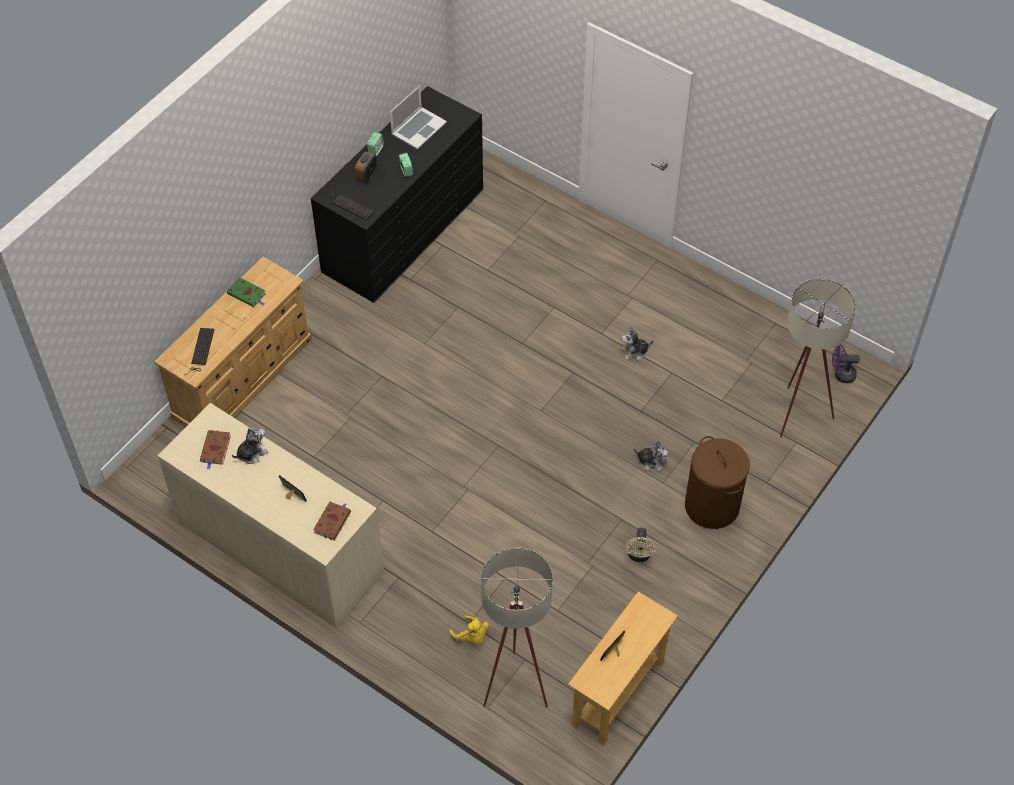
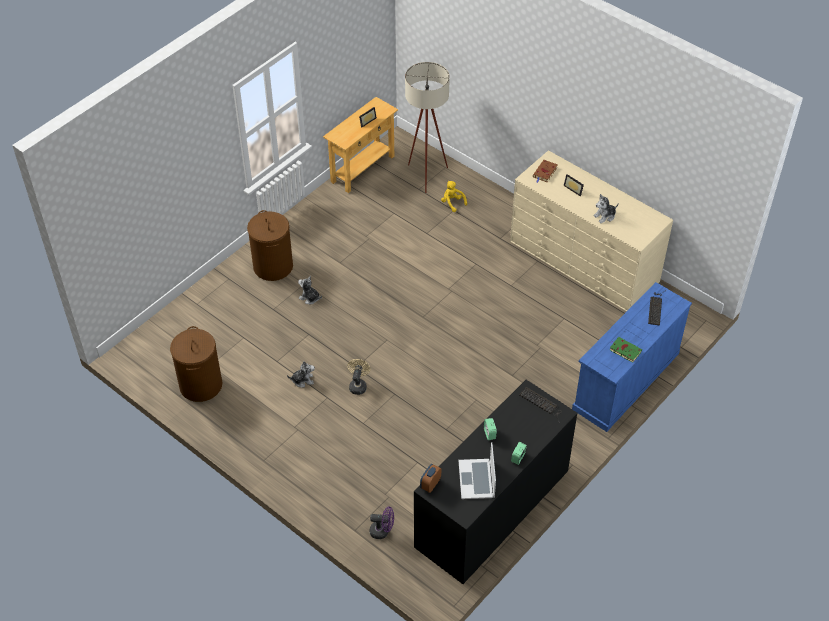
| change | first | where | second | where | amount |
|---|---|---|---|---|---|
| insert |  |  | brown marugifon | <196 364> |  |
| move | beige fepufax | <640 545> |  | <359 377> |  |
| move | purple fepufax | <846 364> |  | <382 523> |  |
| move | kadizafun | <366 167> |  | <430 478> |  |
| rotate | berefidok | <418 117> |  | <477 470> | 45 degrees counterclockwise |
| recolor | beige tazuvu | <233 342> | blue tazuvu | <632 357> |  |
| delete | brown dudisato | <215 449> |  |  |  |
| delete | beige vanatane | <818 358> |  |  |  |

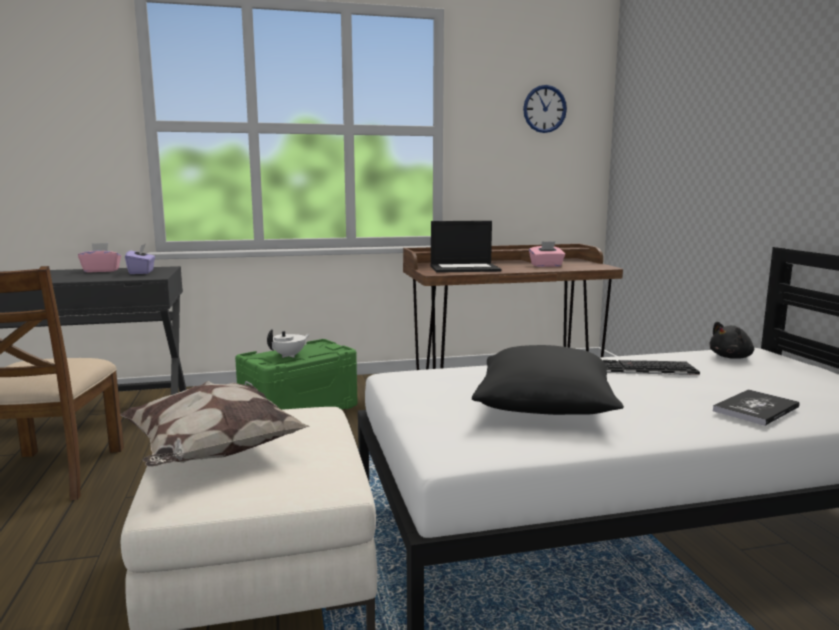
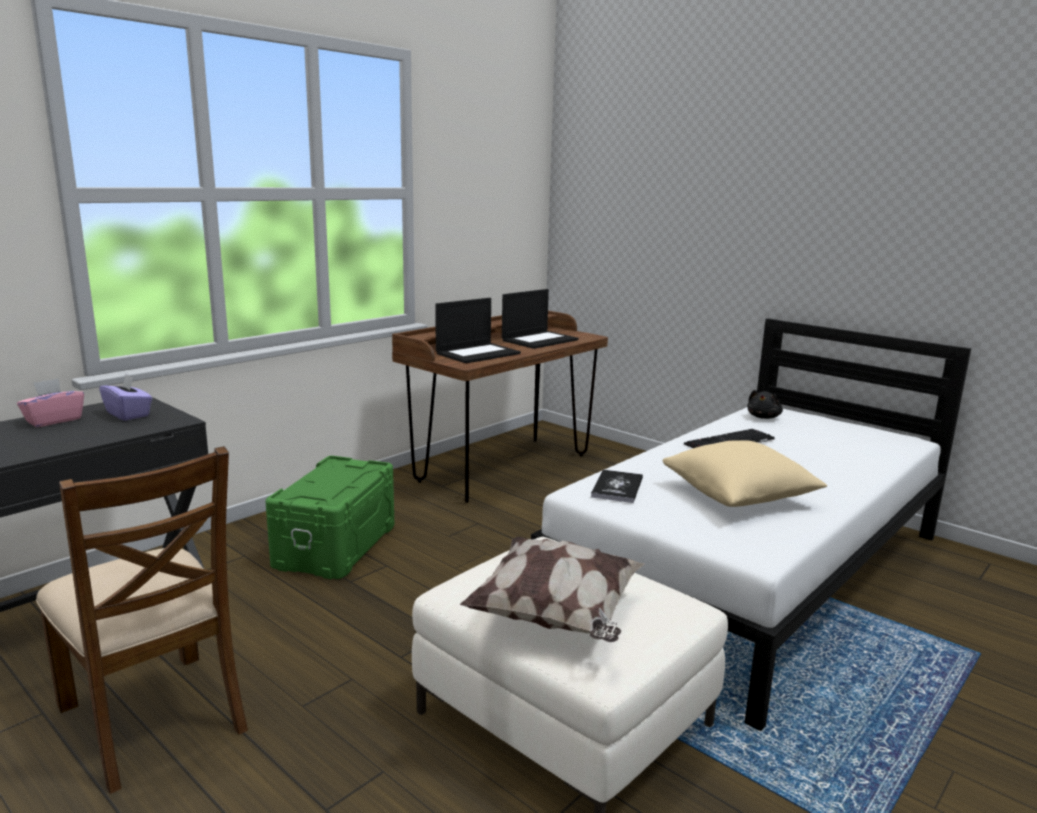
| change | first | where | second | where | amount |
|---|---|---|---|---|---|
| replace | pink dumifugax | <547 254> | berefidok | <540 319> |  |
| move | dudisato | <756 407> |  | <617 486> |  |
| recolor | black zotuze | <548 380> | beige zotuze | <745 473> |  |
| delete | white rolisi | <288 343> |  |  |  |
| delete | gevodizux | <545 109> |  |  |  |

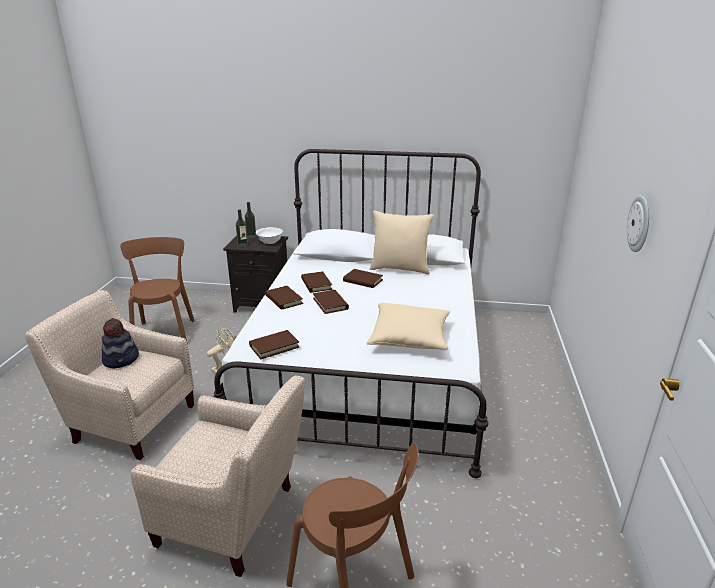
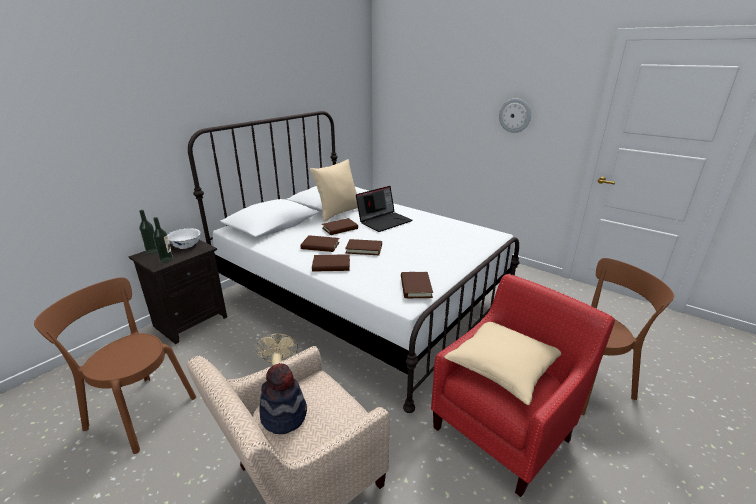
| change | first | where | second | where | amount |
|---|---|---|---|---|---|
| insert |  |  | berefidok | <384 209> |  |
| recolor | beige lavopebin | <218 476> | red lavopebin | <523 385> |  |
| move | beige zotuze | <408 326> |  | <502 363> |  |

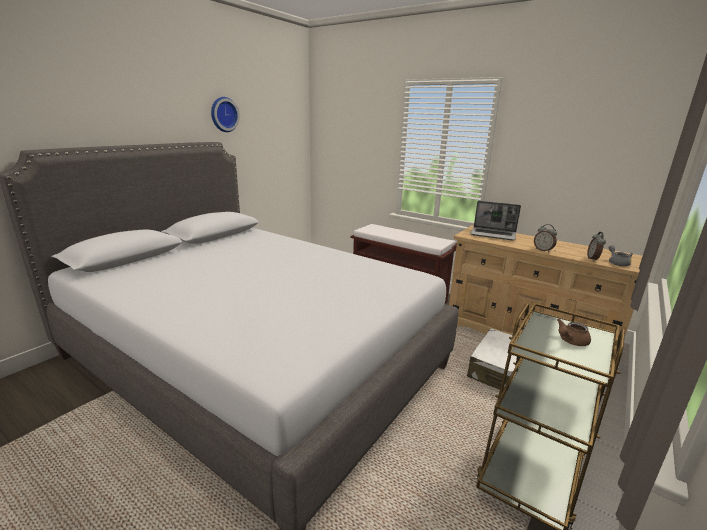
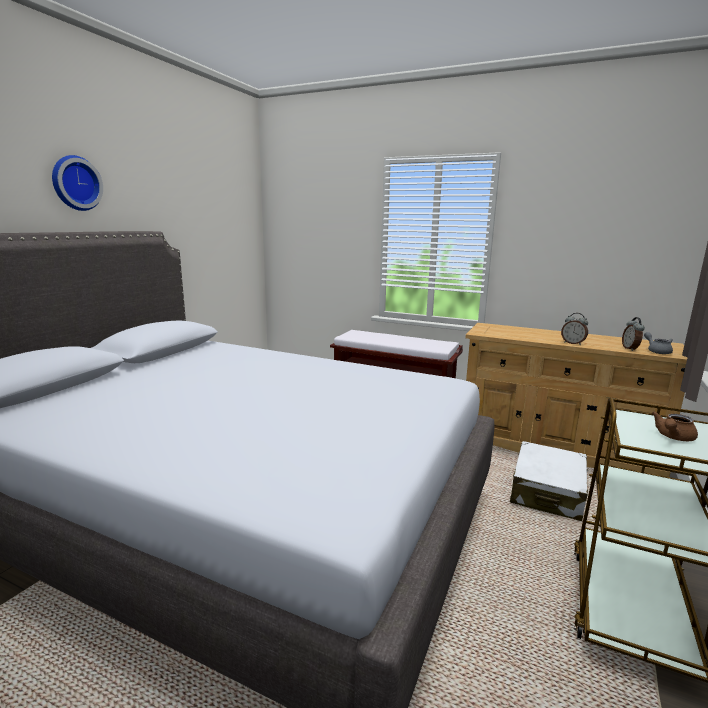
| change | first | where | second | where | amount |
|---|---|---|---|---|---|
| move | gevodizux | <225 114> |  | <77 183> |  |
| delete | berefidok | <495 220> |  |  |  |

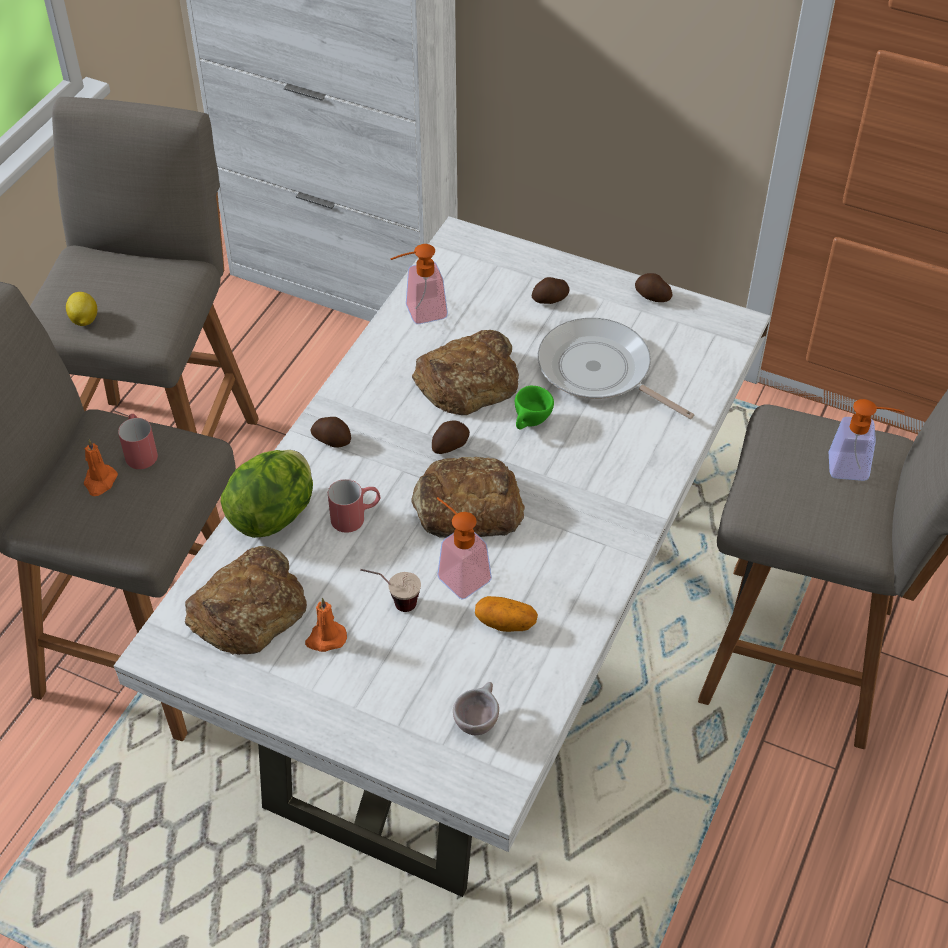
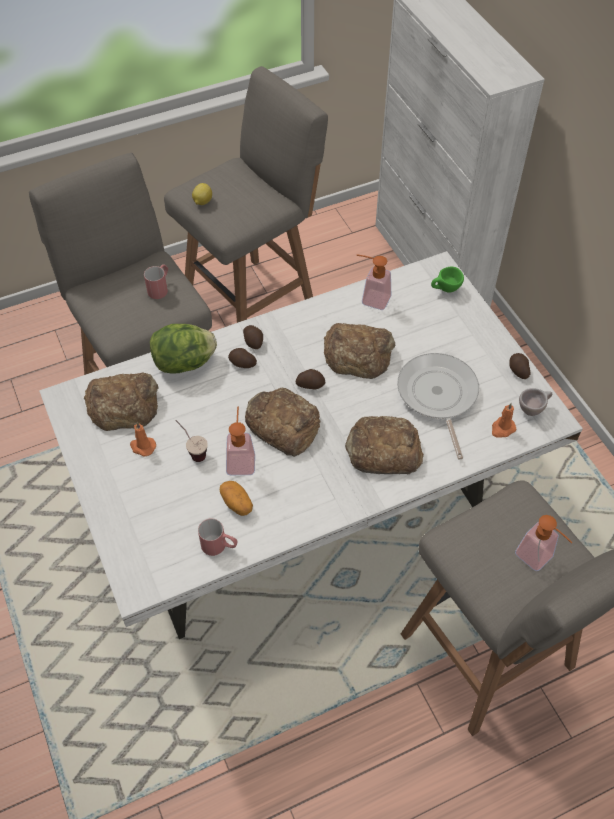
| change | first | where | second | where | amount |
|---|---|---|---|---|---|
| move | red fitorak | <354 506> |  | <218 537> |  |
| move | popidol | <550 290> |  | <242 358> |  |
| insert |  |  | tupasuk | <384 445> |  |
| move | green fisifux | <534 407> |  | <447 279> |  |
| move | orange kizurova | <101 467> |  | <504 420> |  |
| move | beige fisifux | <476 708> |  | <535 402> |  |

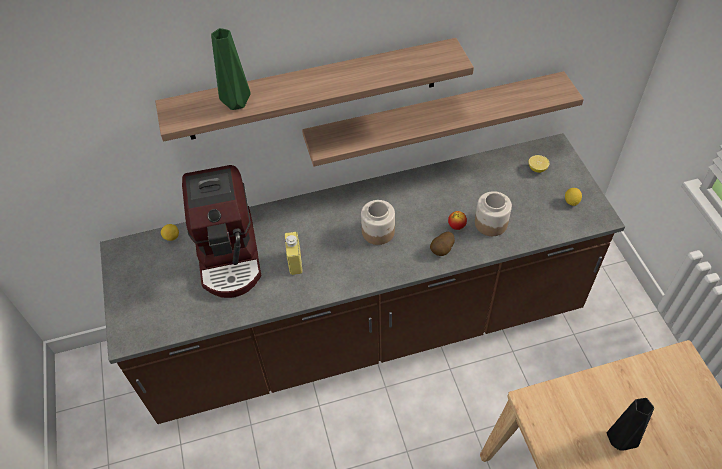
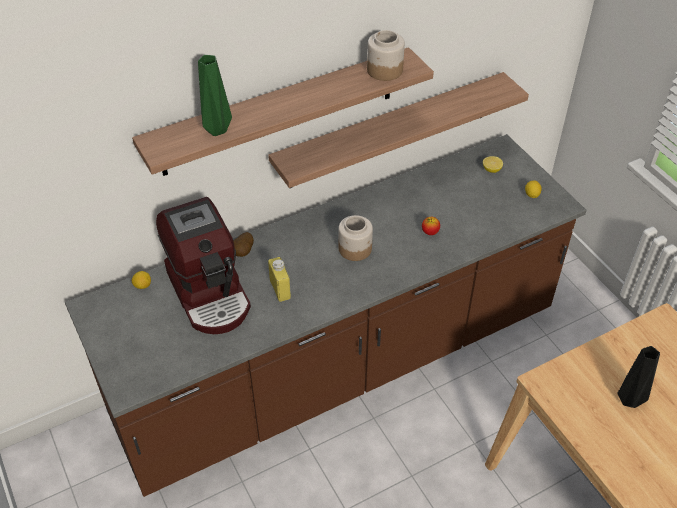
| change | first | where | second | where | amount |
|---|---|---|---|---|---|
| move | popidol | <442 244> |  | <243 244> |  |
| move | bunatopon | <493 213> |  | <386 55> |  |

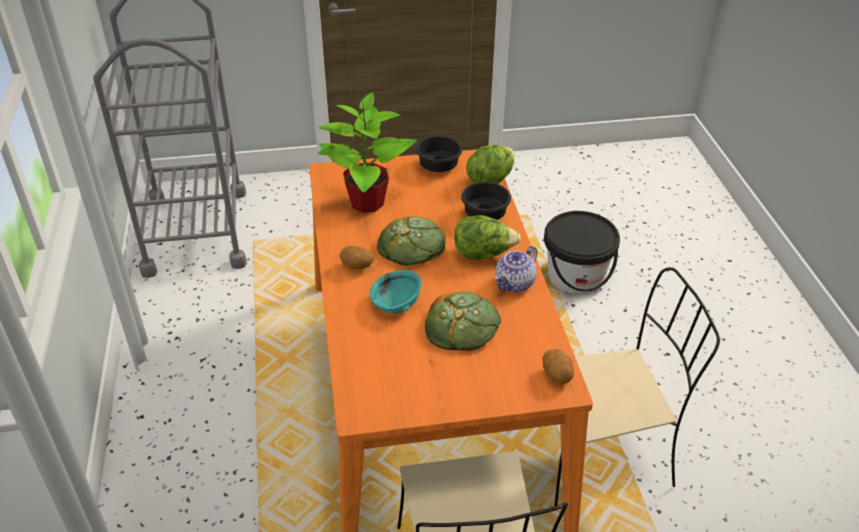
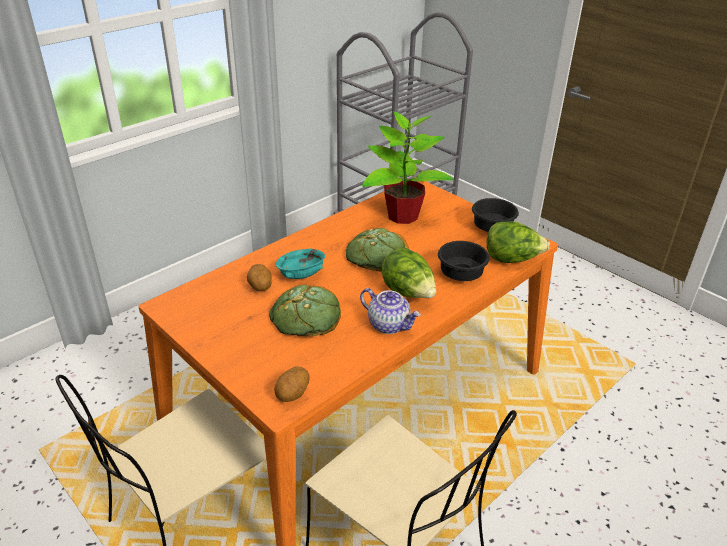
| change | first | where | second | where | amount |
|---|---|---|---|---|---|
| move | popidol | <357 257> |  | <259 277> |  |
| rotate | rolisi | <516 269> |  | <390 311> | 150 degrees counterclockwise |
| delete | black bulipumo | <582 253> |  |  |  |

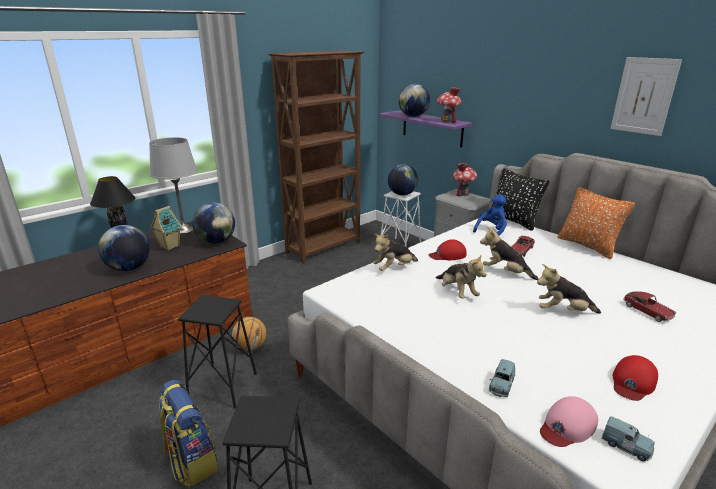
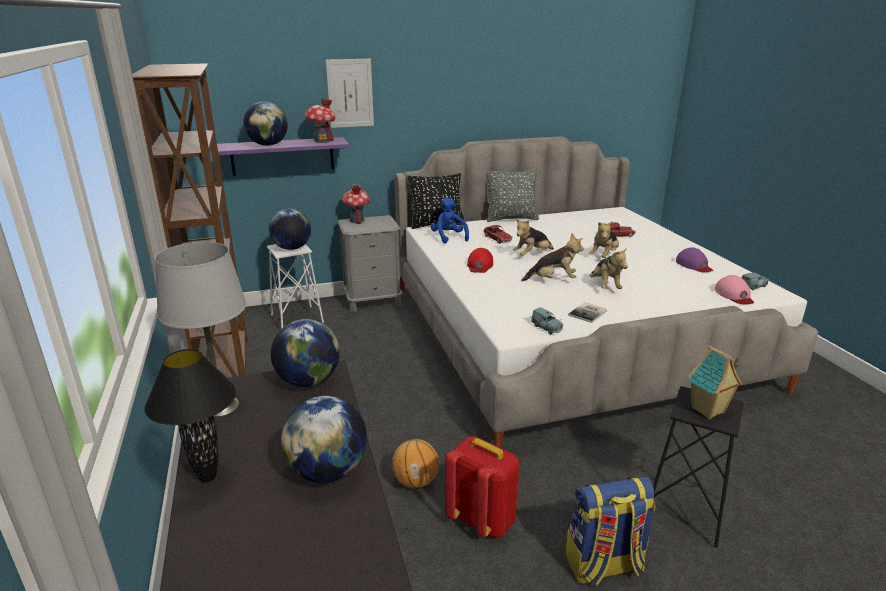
| change | first | where | second | where | amount |
|---|---|---|---|---|---|
| move | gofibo | <646 96> |  | <350 93> |  |
| replace | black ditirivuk | <217 352> | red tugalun | <482 487> |  |
| recolor | orange zotuze | <596 223> | grey zotuze | <512 195> |  |
| move | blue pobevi | <502 378> |  | <547 320> |  |
| insert |  |  | dudisato | <587 312> |  |
| move | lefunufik | <395 252> |  | <609 268> |  |
| recolor | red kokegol | <635 378> | purple kokegol | <694 259> |  |
| move | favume | <166 228> |  | <715 382> |  |

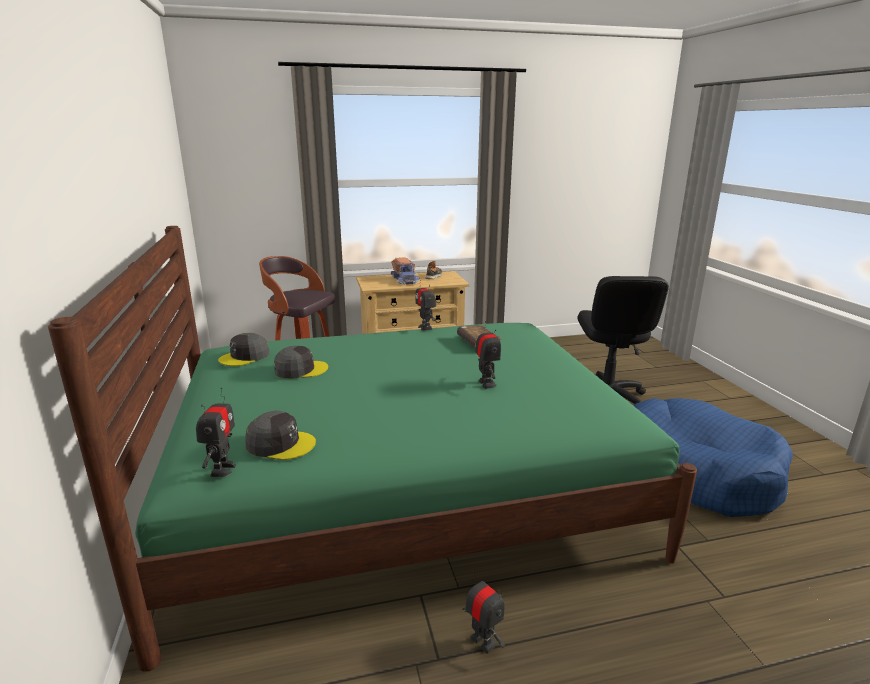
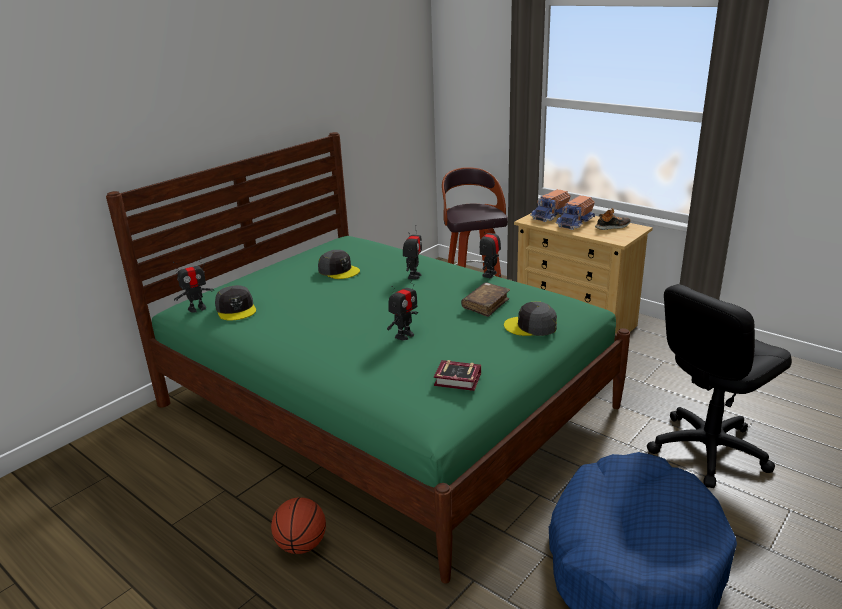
| change | first | where | second | where | amount |
|---|---|---|---|---|---|
| insert |  |  | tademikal | <298 525> |  |
| move | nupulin | <484 612> |  | <412 252> |  |
| insert |  |  | dudisato | <457 375> |  |
| move | grey kokegol | <244 349> |  | <530 318> |  |
| insert |  |  | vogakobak | <550 205> |  |

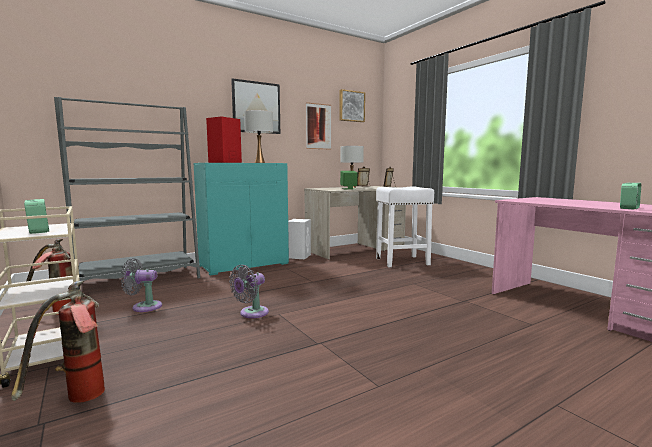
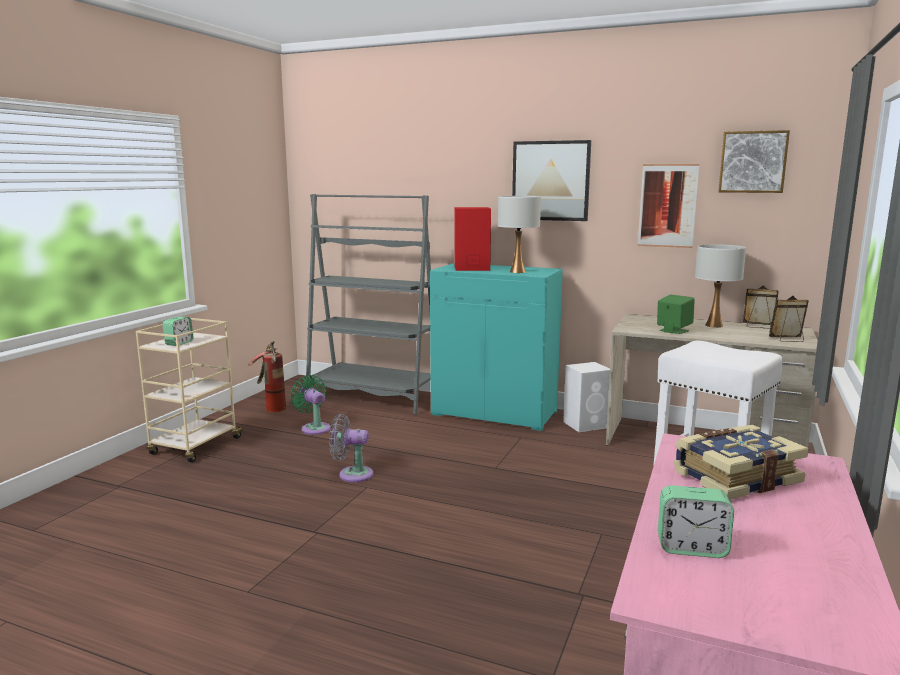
| change | first | where | second | where | amount |
|---|---|---|---|---|---|
| recolor | grey fepufax | <141 285> | green fepufax | <310 405> |  |
| insert |  |  | dudisato | <741 462> |  |
| delete | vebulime | <58 341> |  |  |  |

